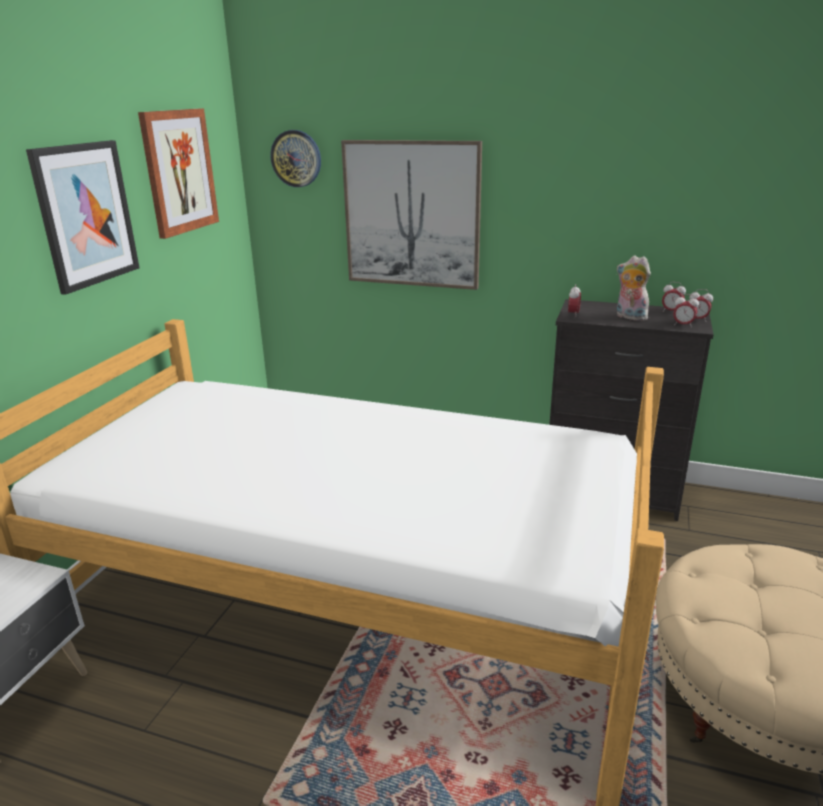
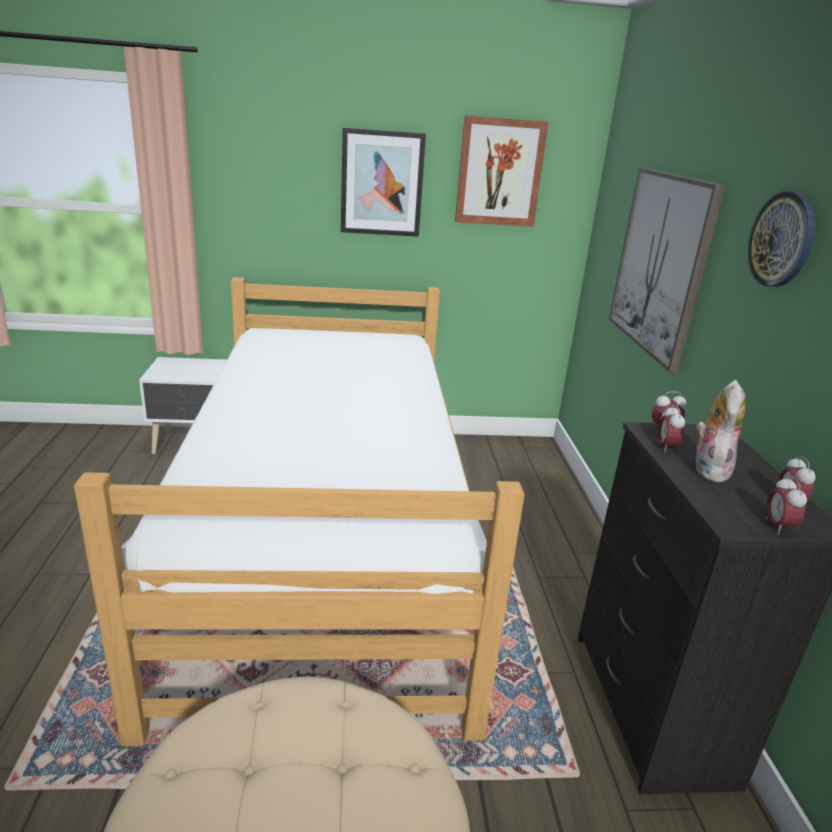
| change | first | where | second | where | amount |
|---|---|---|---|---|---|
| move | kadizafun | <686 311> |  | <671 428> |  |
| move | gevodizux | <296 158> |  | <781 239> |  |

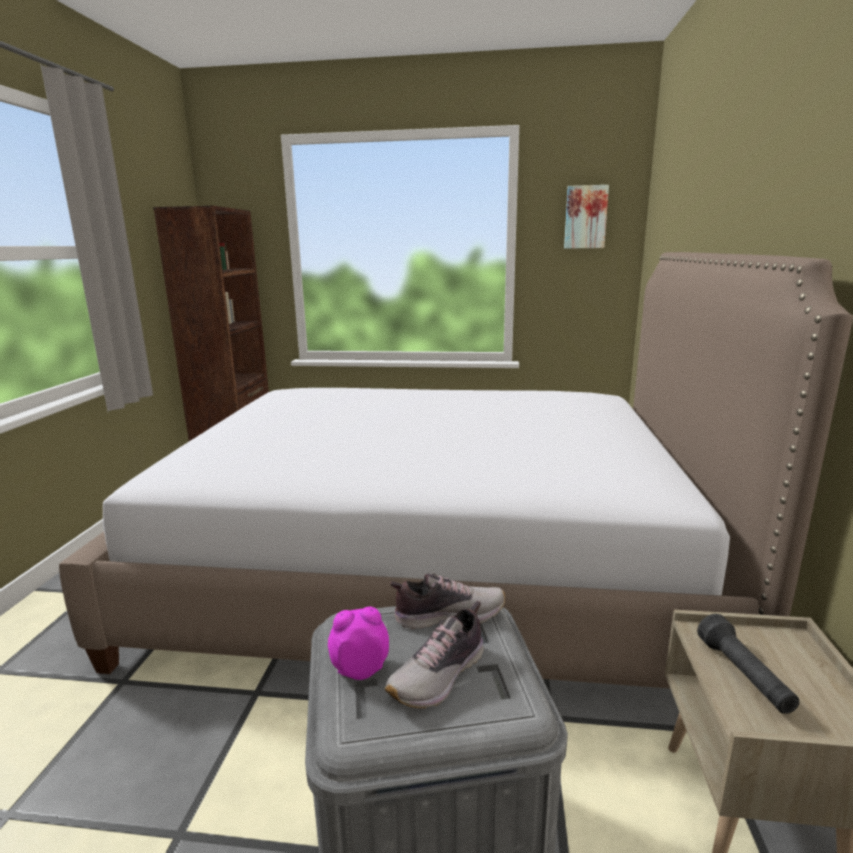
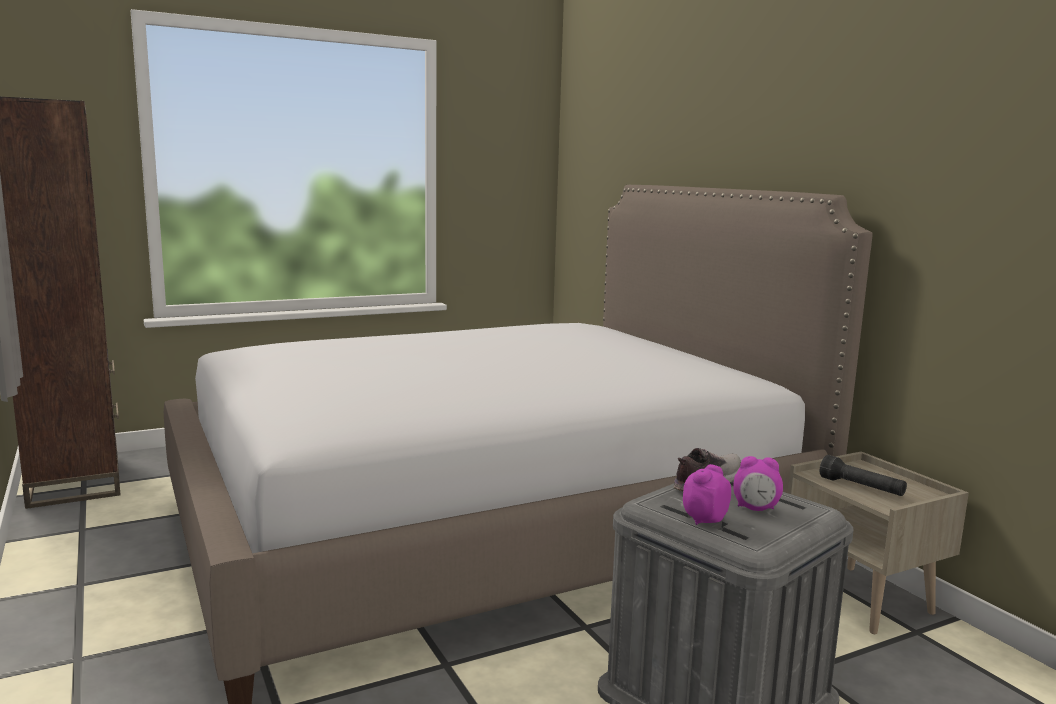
| change | first | where | second | where | amount |
|---|---|---|---|---|---|
| replace | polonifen | <434 654> | kadizafun | <758 483> |  |
| delete | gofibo | <586 217> |  |  |  |

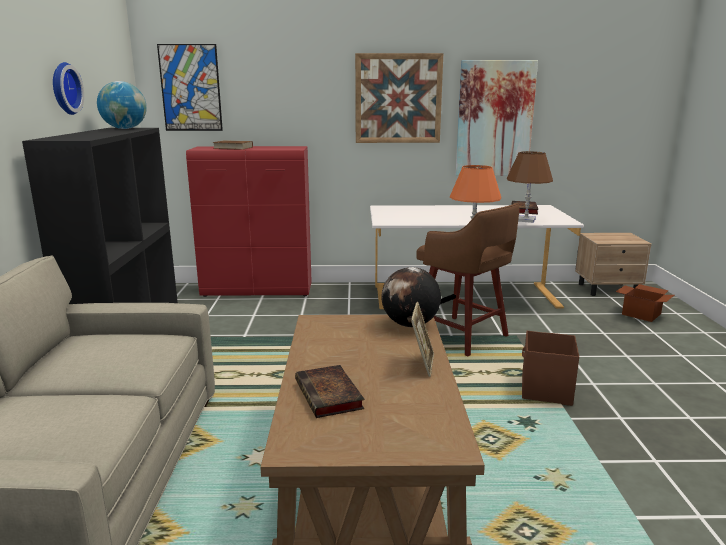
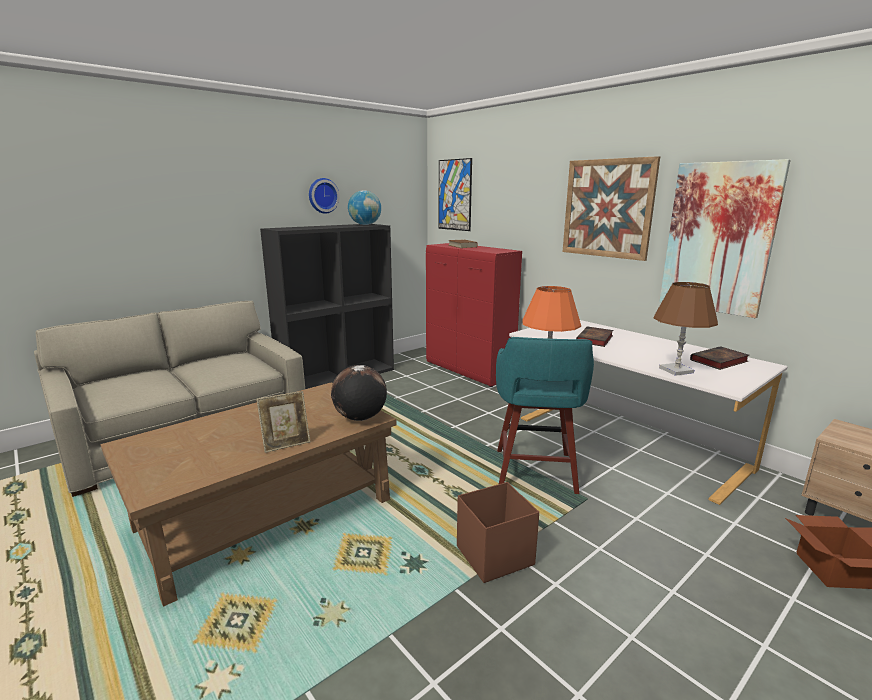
| change | first | where | second | where | amount |
|---|---|---|---|---|---|
| recolor | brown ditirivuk | <468 279> | turquoise ditirivuk | <545 415> |  |
| move | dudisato | <329 391> |  | <594 336> |  |

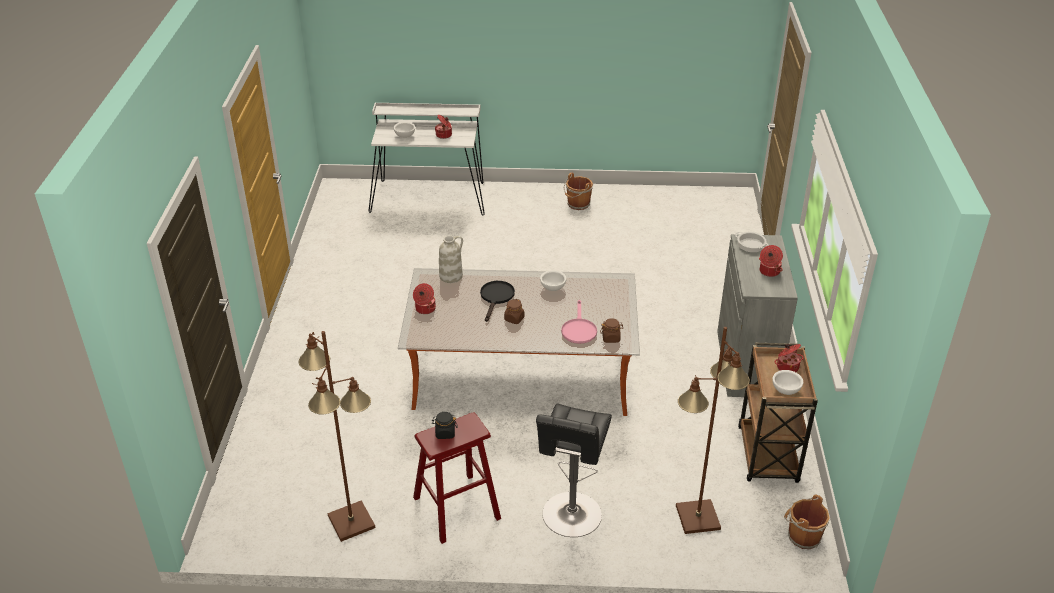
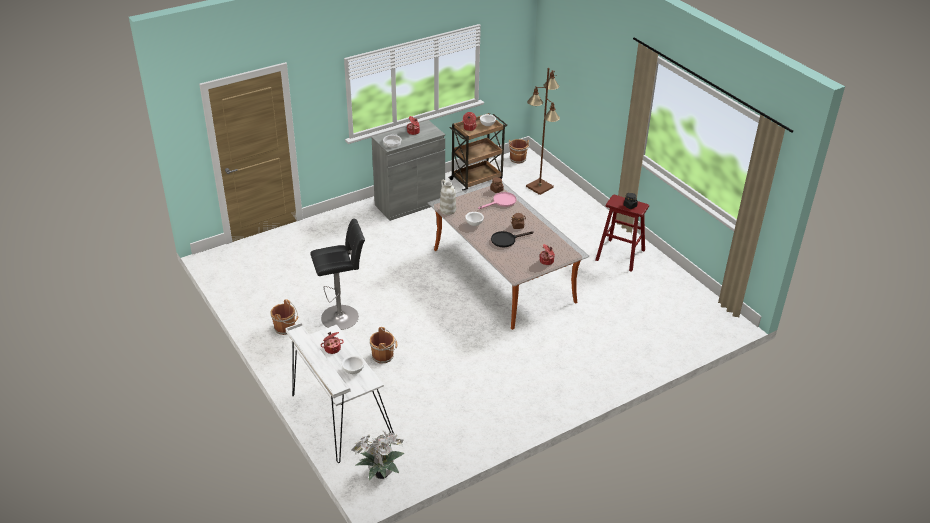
| change | first | where | second | where | amount |
|---|---|---|---|---|---|
| move | black ditirivuk | <574 470> |  | <337 274> |  |
| insert |  |  | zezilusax | <378 456> |  |
| insert |  |  | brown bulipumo | <383 345> |  |
| move | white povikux | <451 259> |  | <448 197> |  |
| delete | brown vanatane | <336 436> |  |  |  |

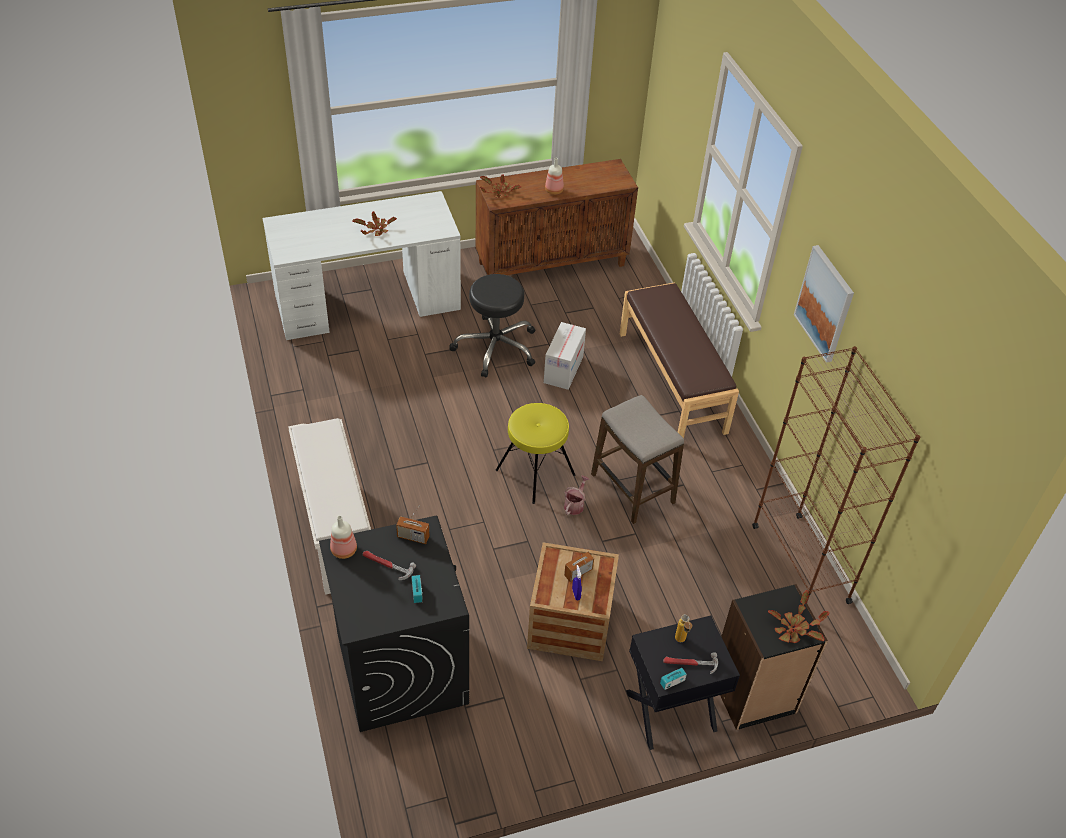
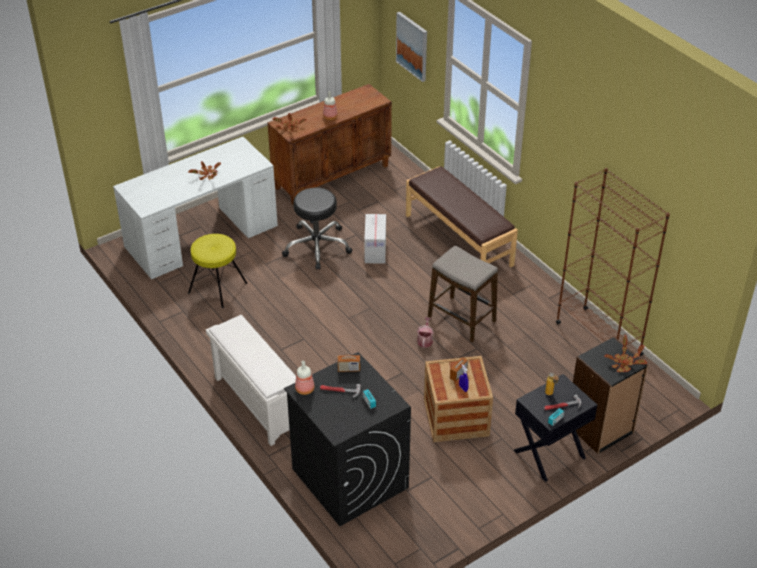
| change | first | where | second | where | amount |
|---|---|---|---|---|---|
| move | yellow ditirivuk | <535 453> |  | <218 271> |  |
| move | gofibo | <824 304> |  | <411 47> |  |

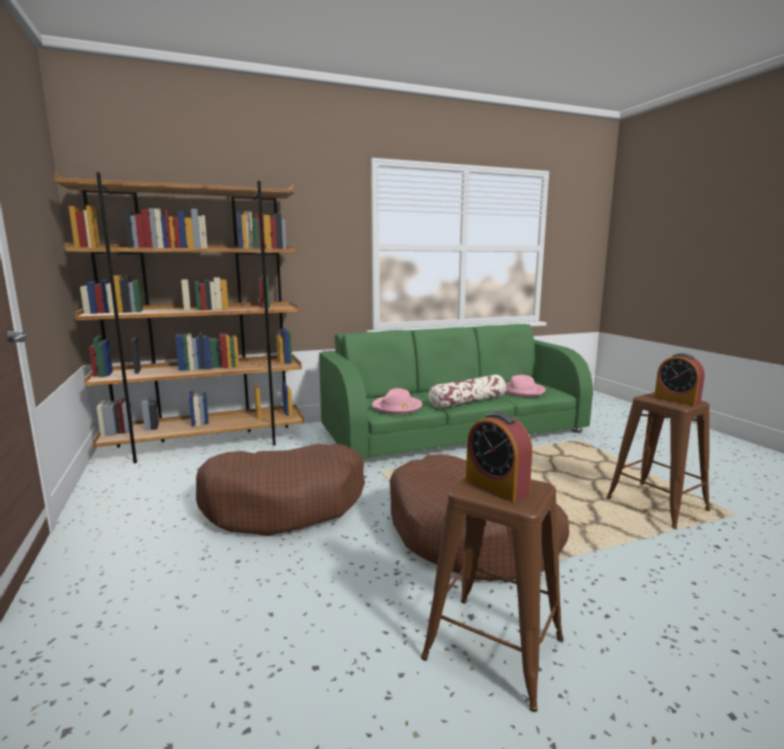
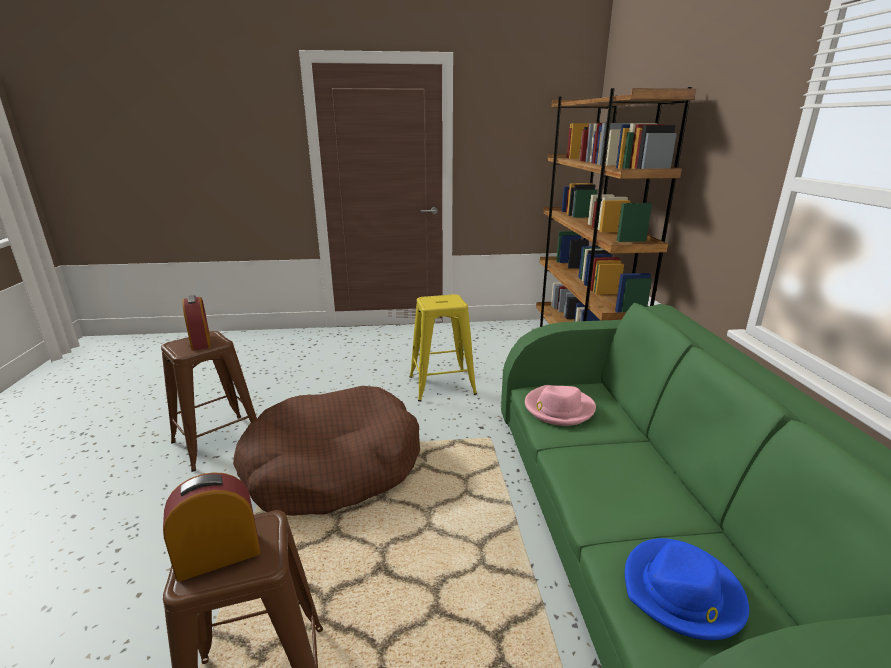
| change | first | where | second | where | amount |
|---|---|---|---|---|---|
| rotate | kadizafun | <499 457> |  | <196 323> | 90 degrees clockwise |
| replace | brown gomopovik | <280 490> | yellow ditirivuk | <443 347> |  |
| recolor | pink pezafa | <525 386> | blue pezafa | <687 589> |  |
| delete | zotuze | <467 392> |  |  |  |

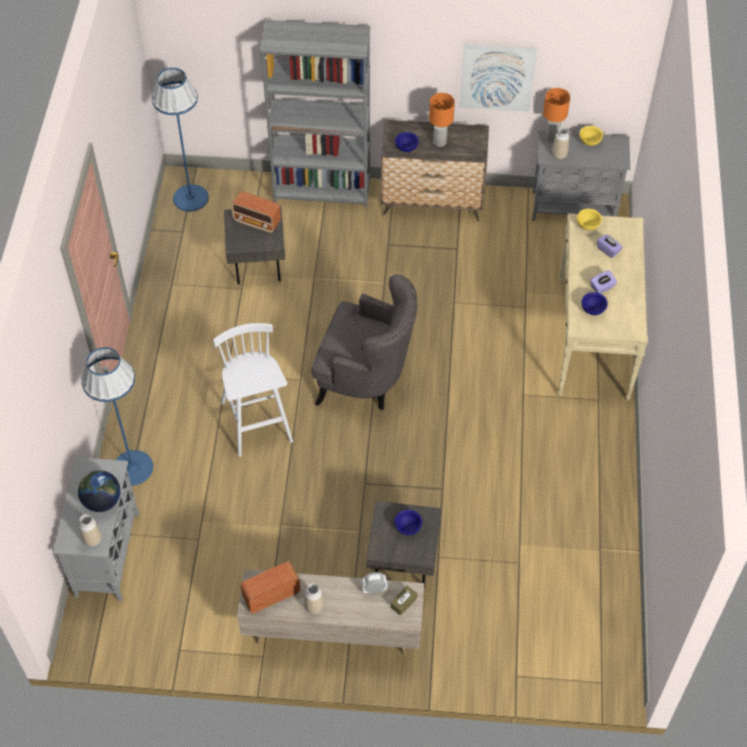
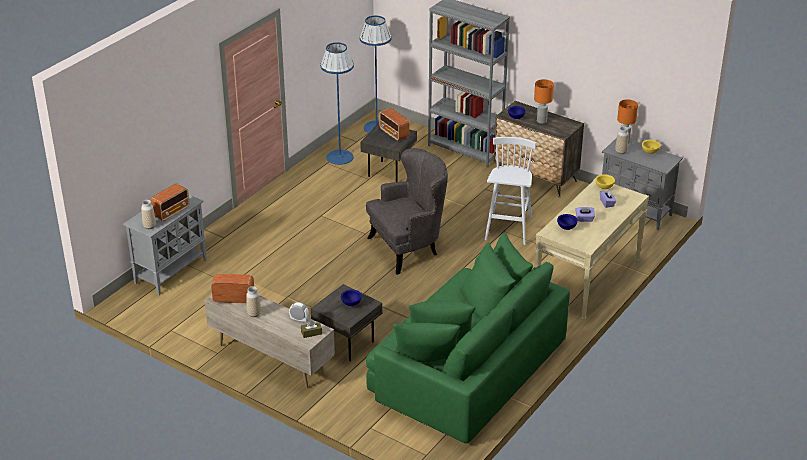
| change | first | where | second | where | amount |
|---|---|---|---|---|---|
| replace | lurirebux | <99 491> | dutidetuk | <170 202> |  |
| move | blue vanatane | <117 416> |  | <337 103> |  |
| rotate | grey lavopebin | <364 342> |  | <407 211> | 75 degrees counterclockwise |
| insert |  |  | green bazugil | <468 337> |  |
| move | white ditirivuk | <253 390> |  | <510 191> |  |
| delete | gofibo | <498 78> |  |  |  |

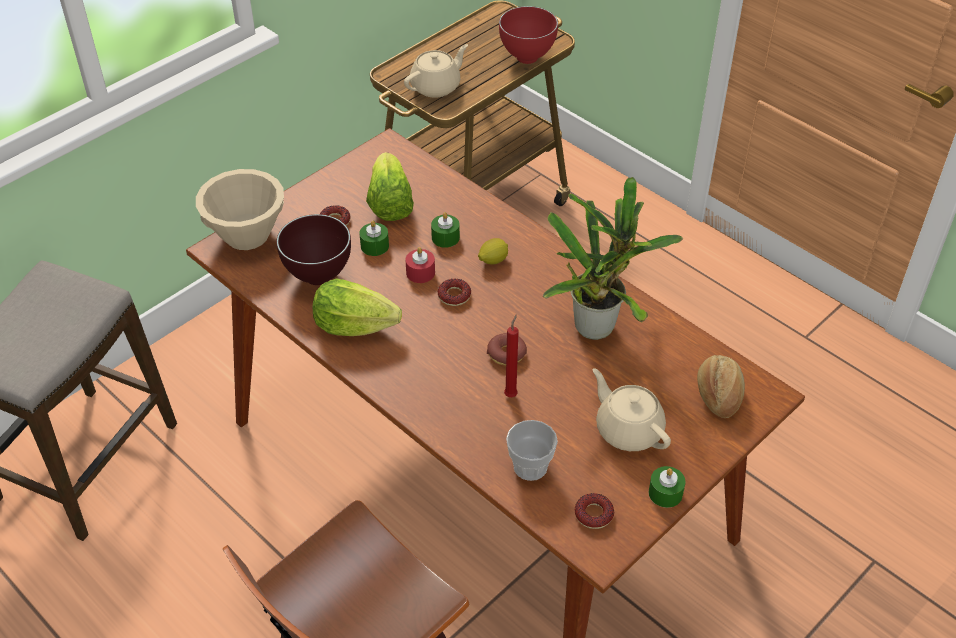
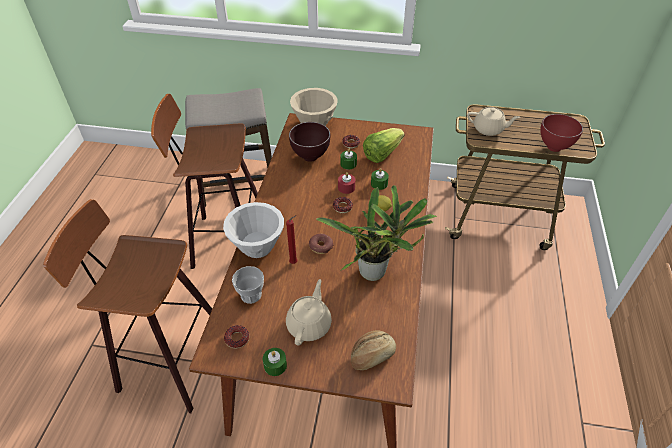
| change | first | where | second | where | amount |
|---|---|---|---|---|---|
| insert |  |  | ditirivuk | <204 181> |  |
| insert |  |  | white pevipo | <253 230> |  |
| delete | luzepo | <357 307> |  |  |  |

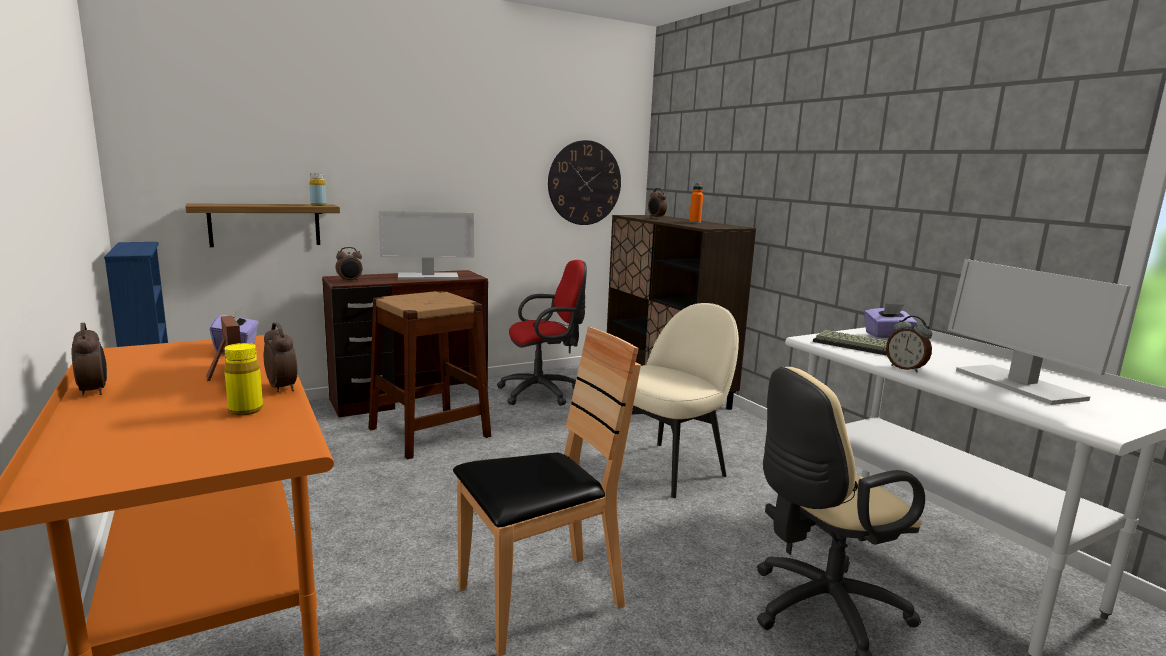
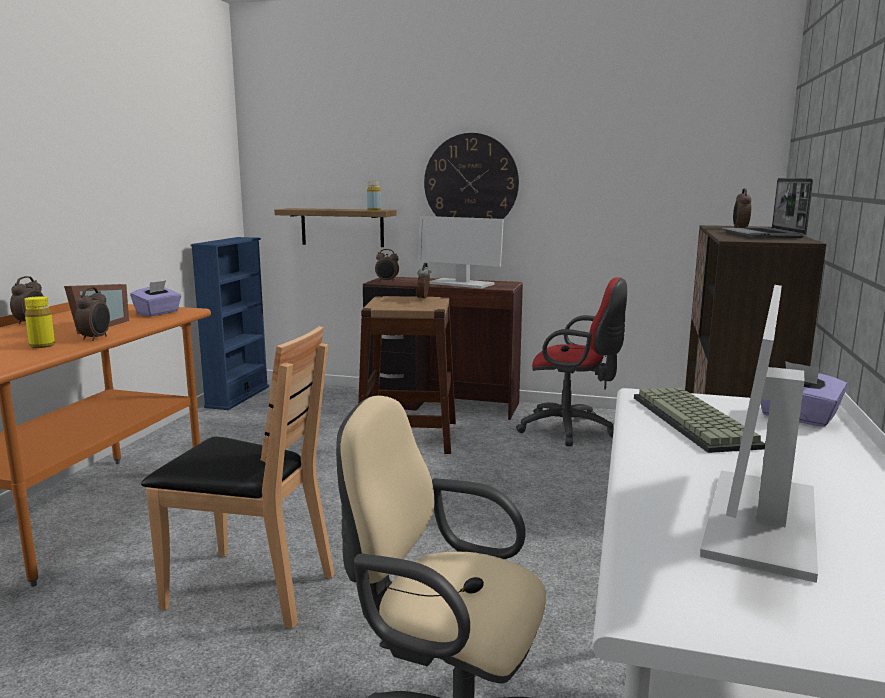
| change | first | where | second | where | amount |
|---|---|---|---|---|---|
| move | kadizafun | <909 344> |  | <424 281> |  |
| move | gevodizux | <584 182> |  | <471 176> |  |
| replace | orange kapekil | <696 203> | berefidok | <767 208> |  |
| delete | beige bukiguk | <685 400> |  |  |  |

